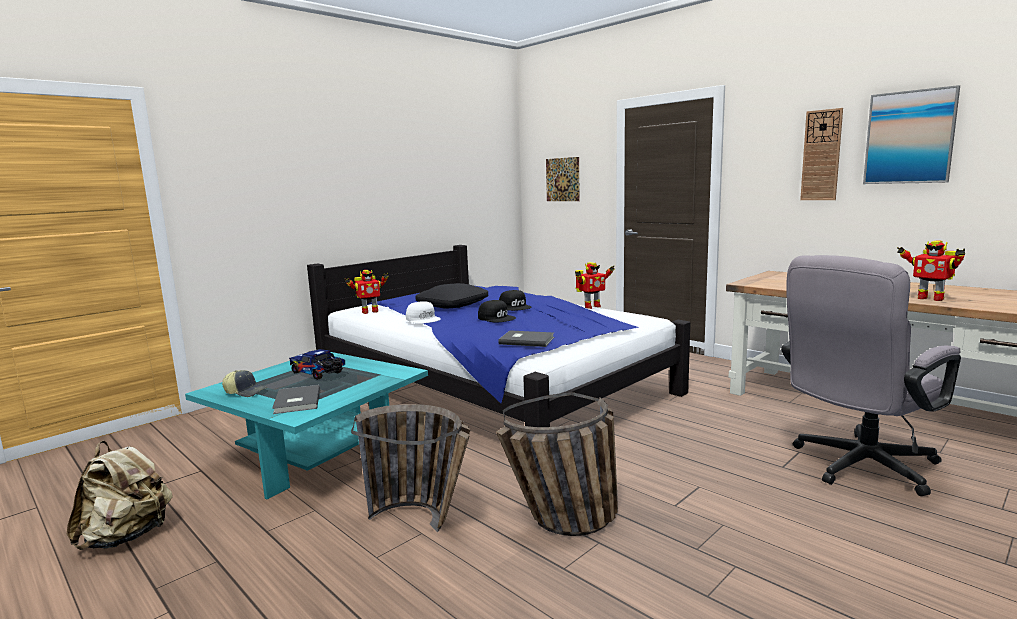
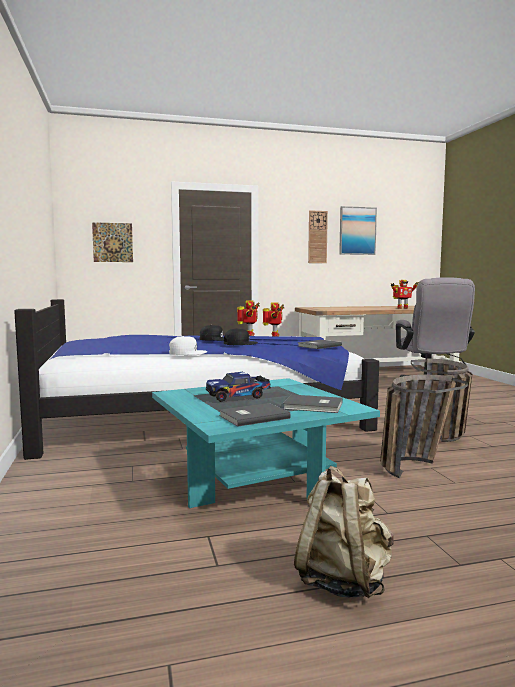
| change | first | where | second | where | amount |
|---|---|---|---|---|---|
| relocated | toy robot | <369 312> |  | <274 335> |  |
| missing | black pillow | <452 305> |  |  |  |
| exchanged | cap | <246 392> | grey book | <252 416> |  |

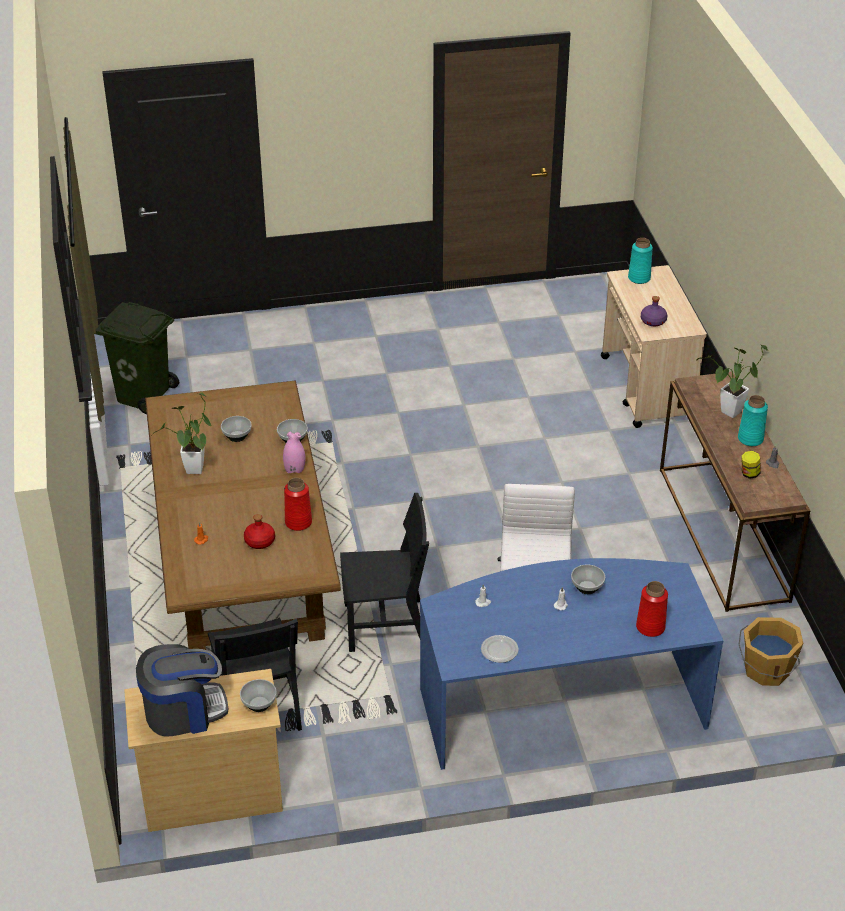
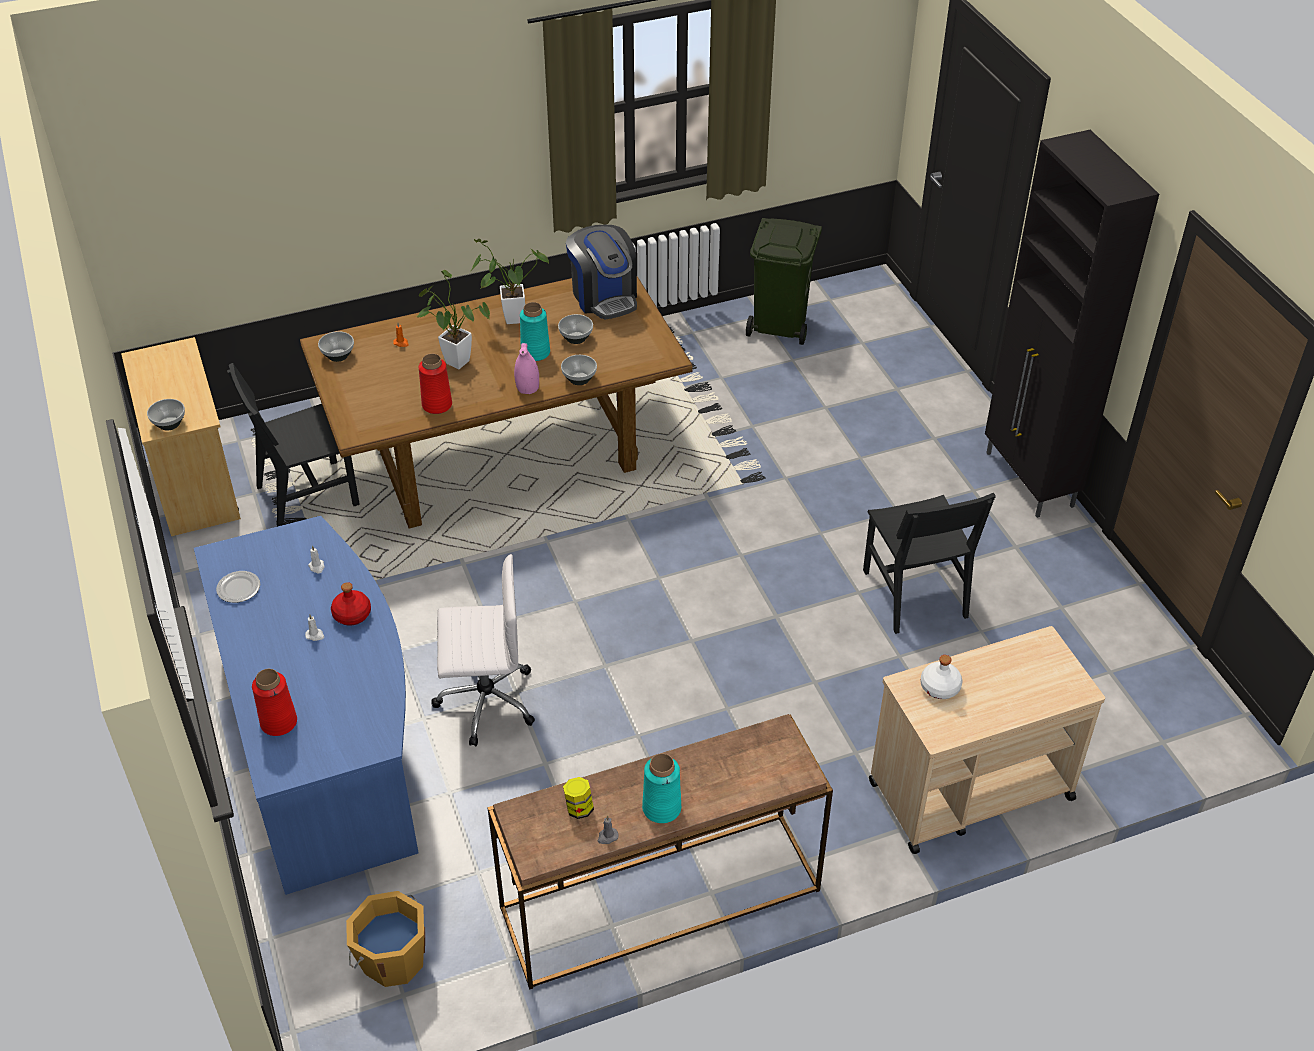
| change | first | where | second | where | amount |
|---|---|---|---|---|---|
| relocated | turquoise vase | <639 278> |  | <535 352> |  |
| colour | purple bottle | <653 321> | white bottle | <939 687> |  |
| relocated | potted plant | <728 414> |  | <453 360> |  |
| relocated | black chair | <385 626> |  | <914 594> |  |
| relocated | red bottle | <259 541> |  | <351 614> |  |
| relocated | bowl | <587 588> |  | <337 356> |  |
| relocated | coffee machine | <184 711> |  | <604 296> |  |
| appeared |  |  | black cabinet | <1029 480> |  |

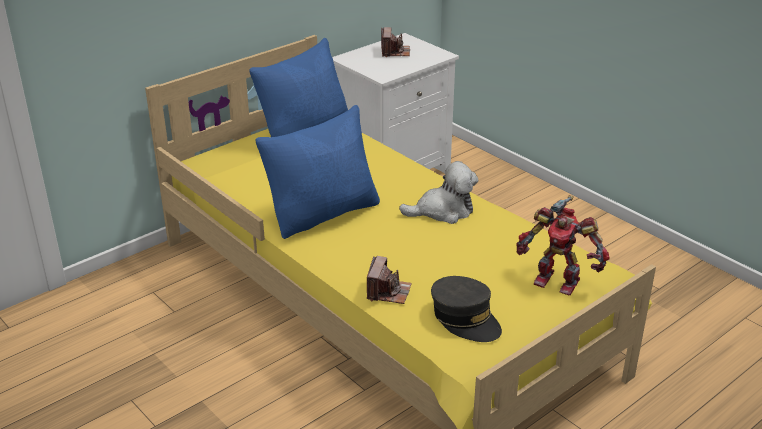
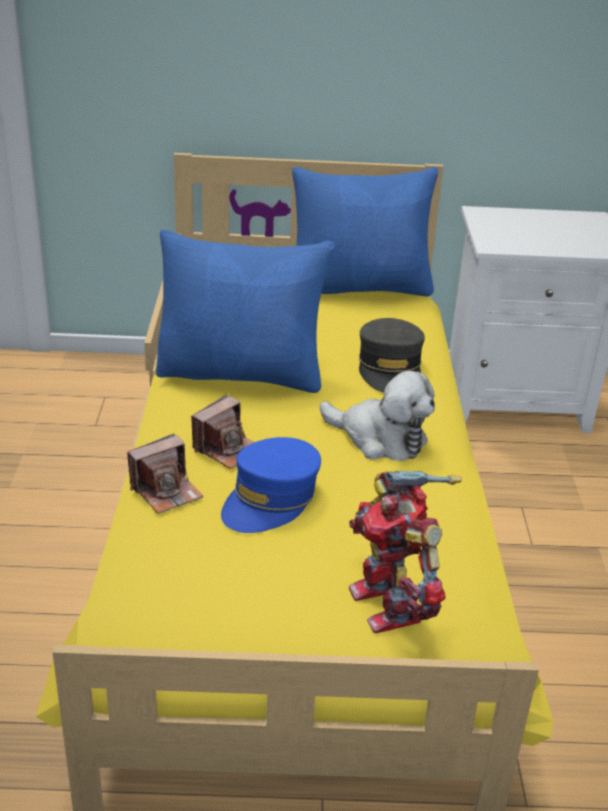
| change | first | where | second | where | amount |
|---|---|---|---|---|---|
| relocated | photo camera | <395 52> |  | <228 449> |  |
| relocated | grey cap | <465 319> |  | <390 368> |  |
| appeared |  |  | blue cap | <271 499> |  |

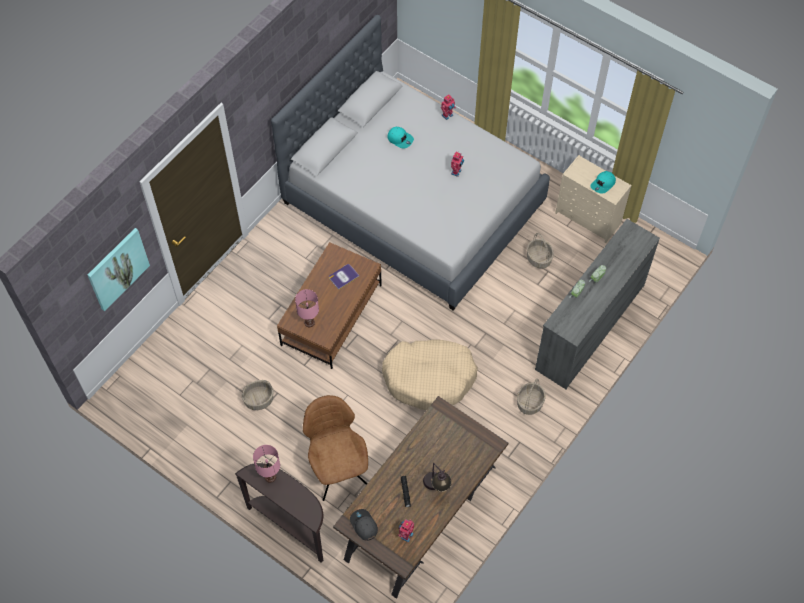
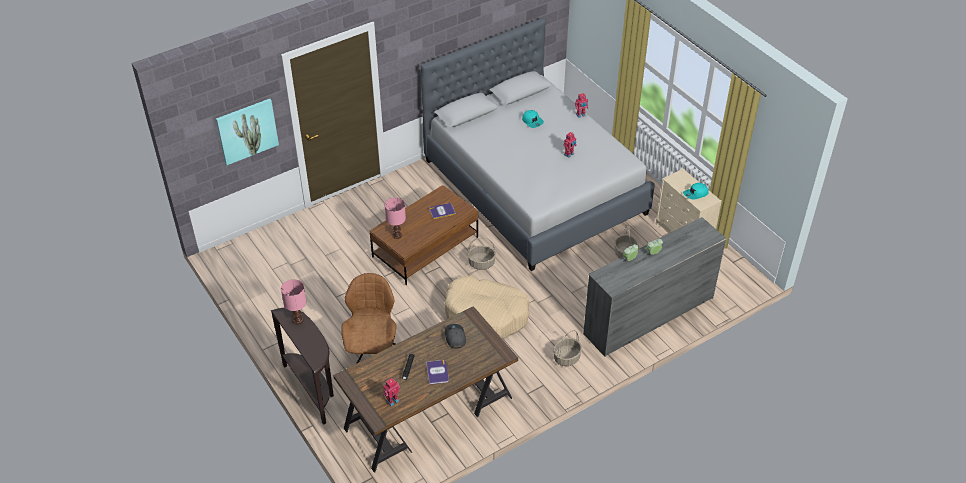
| change | first | where | second | where | amount |
|---|---|---|---|---|---|
| relocated | basket | <258 400> |  | <481 263> |  |
| exchanged | table lamp | <436 487> | book | <437 372> |  |
| relocated | grey cap | <363 525> |  | <455 337> |  |

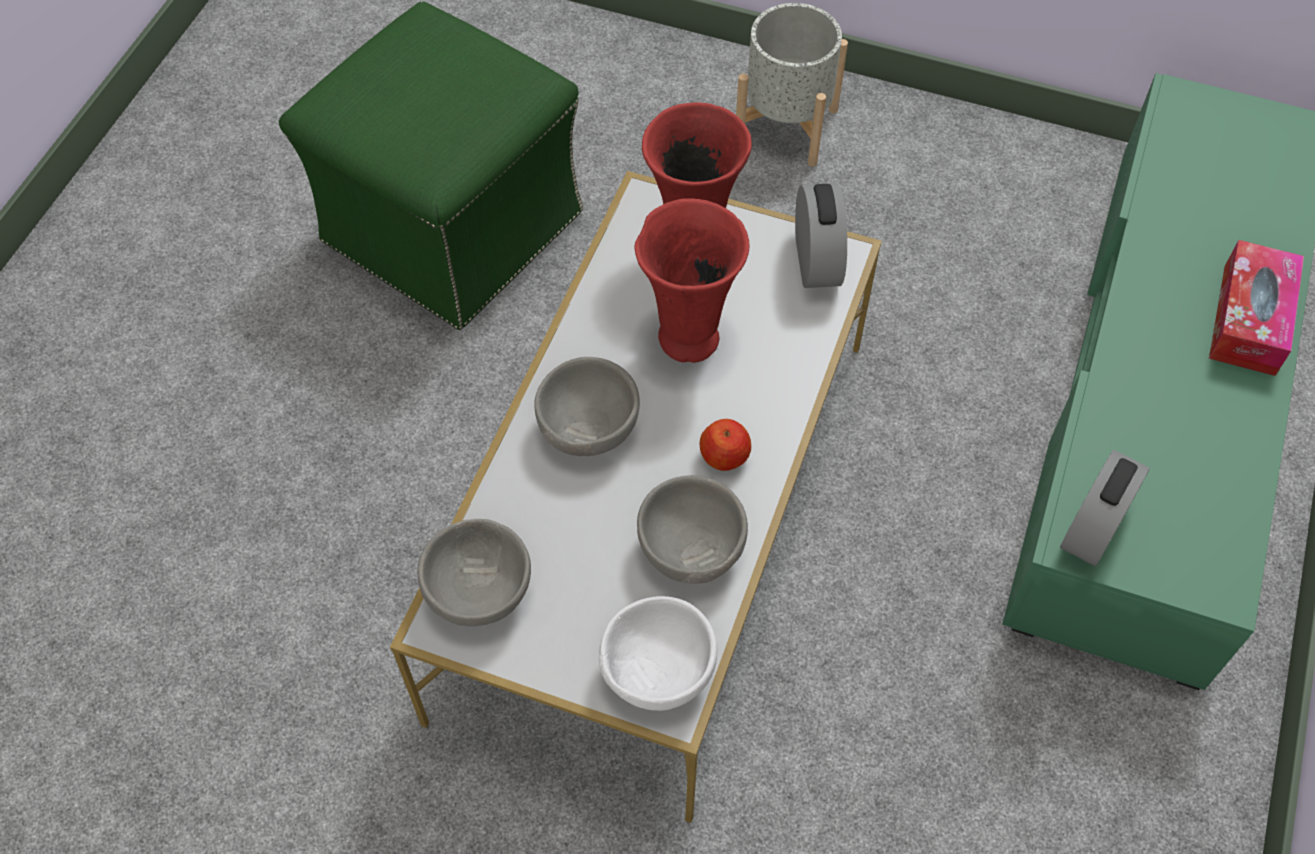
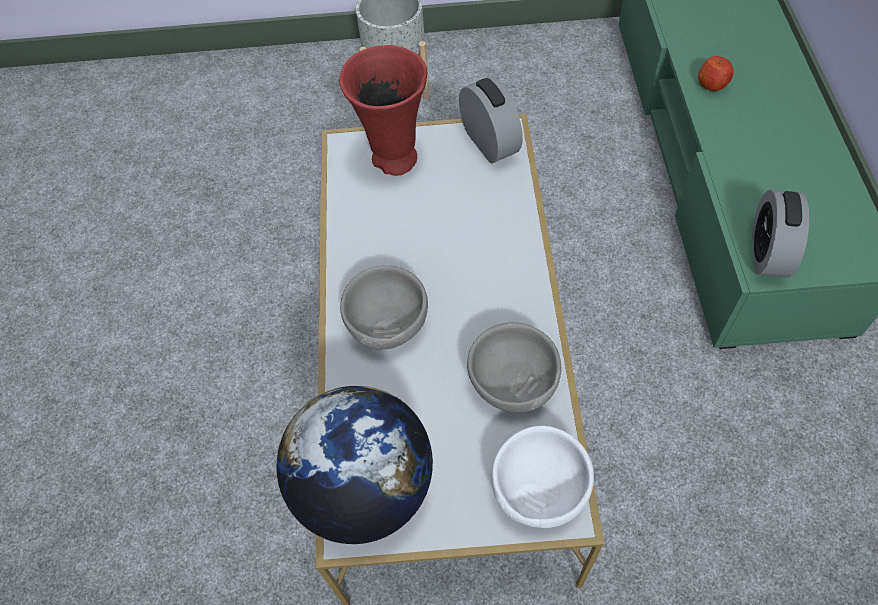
| change | first | where | second | where | amount |
|---|---|---|---|---|---|
| missing | green ottoman | <451 229> |  |  |  |
| missing | red vase | <688 335> |  |  |  |
| missing | tissue box | <1249 319> |  |  |  |
| relocated | apple | <725 456> |  | <712 84> |  |
| exchanged | grey bowl | <476 591> | globe | <364 488> |  |

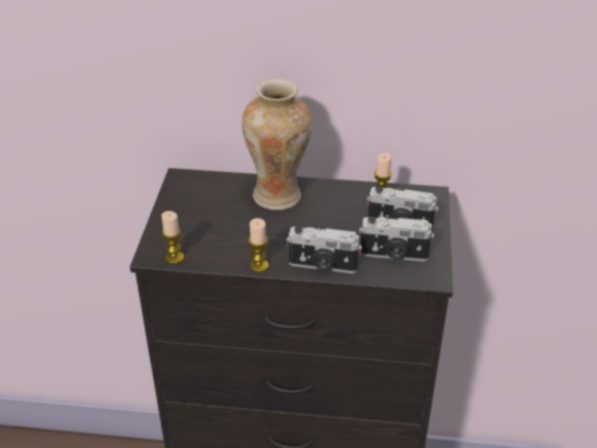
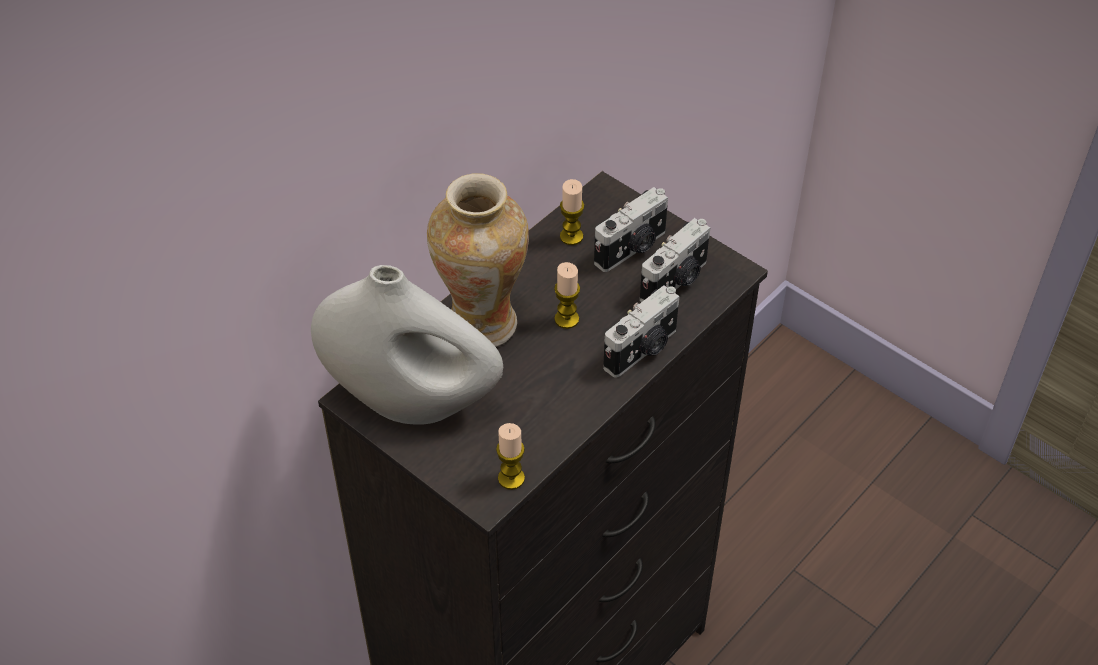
| change | first | where | second | where | amount |
|---|---|---|---|---|---|
| relocated | candle | <259 266> |  | <566 319> |  |
| appeared |  |  | white vase | <412 401> |  |

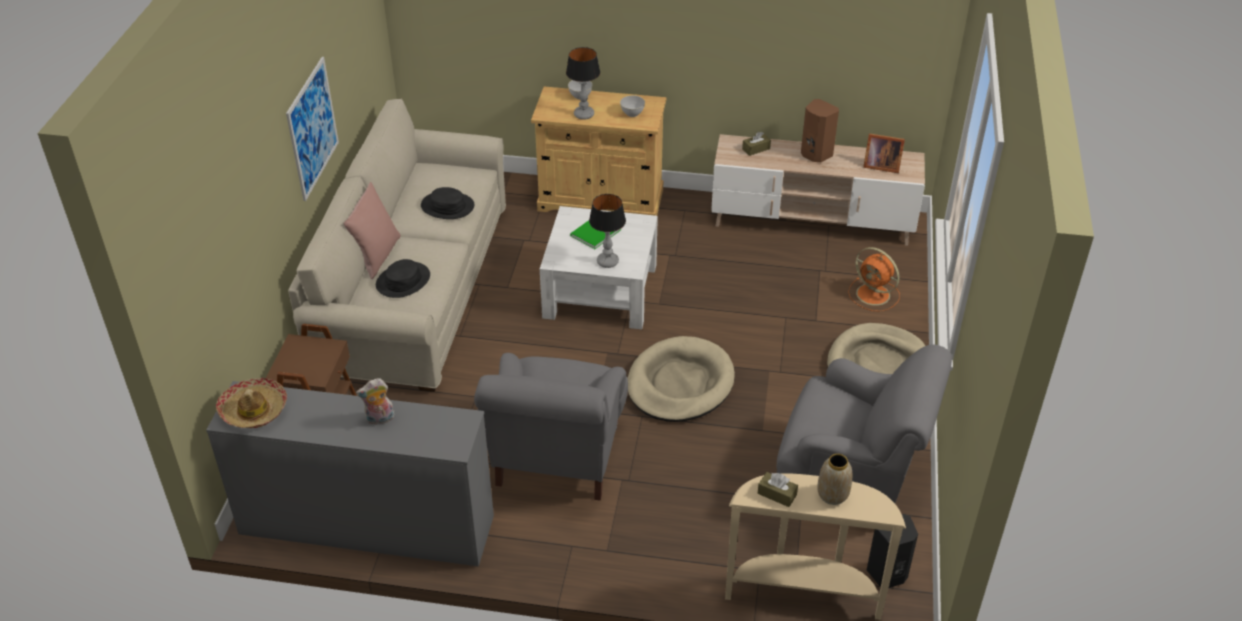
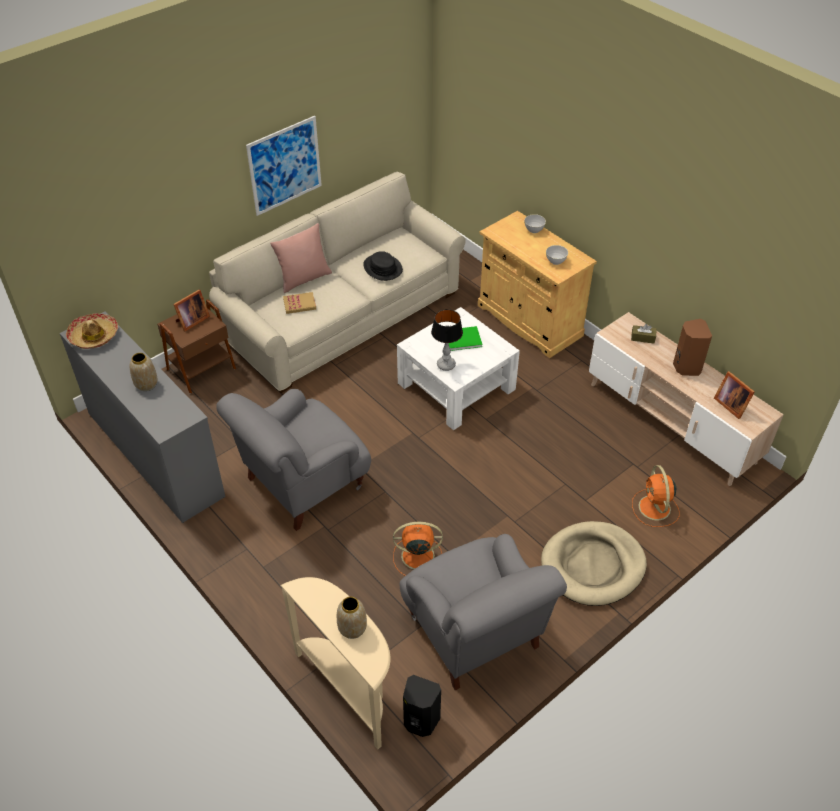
| change | first | where | second | where | amount |
|---|---|---|---|---|---|
| missing | table lamp | <583 114> |  |  |  |
| exchanged | black hat | <403 281> | book | <299 304> |  |
| missing | beige dog bed | <680 383> |  |  |  |
| exchanged | plush toy | <379 419> | vase | <147 384> |  |
| missing | brown tissue box | <777 494> |  |  |  |
| appeared |  |  | picture frame | <191 321> |  |
| appeared |  |  | orange fan | <416 556> |  |

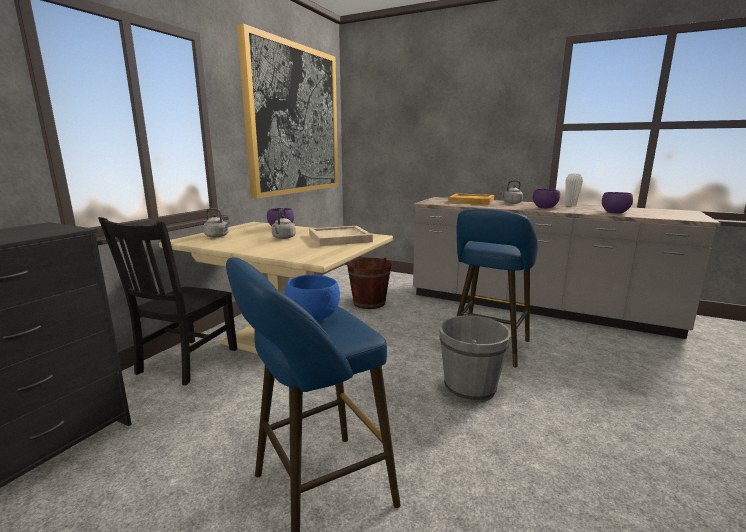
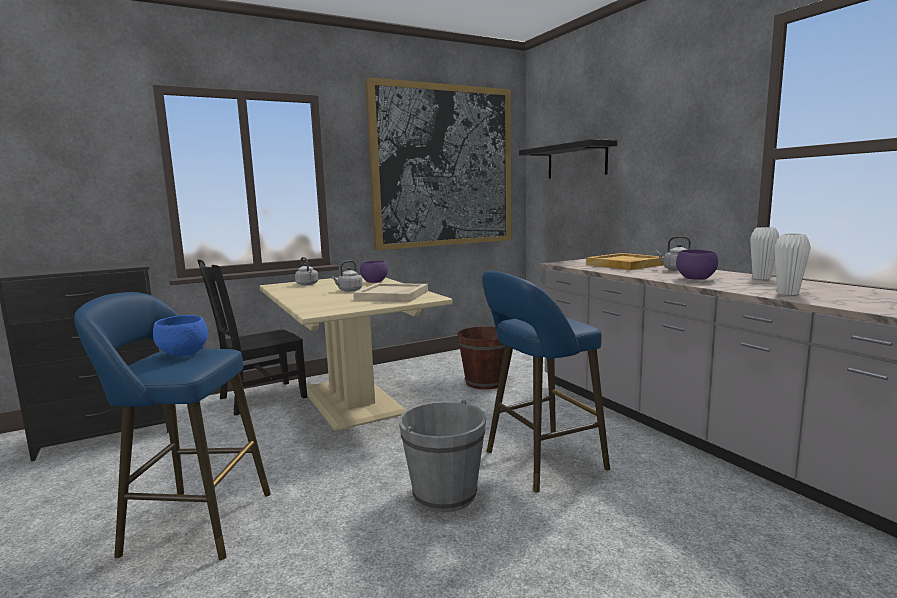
| change | first | where | second | where | amount |
|---|---|---|---|---|---|
| exchanged | purple bowl | <614 212> | white vase | <787 293> |  |
| appeared |  |  | black shelf | <576 161> |  |

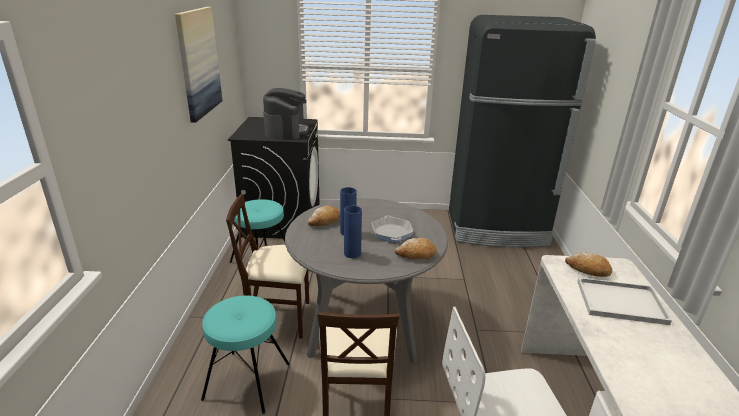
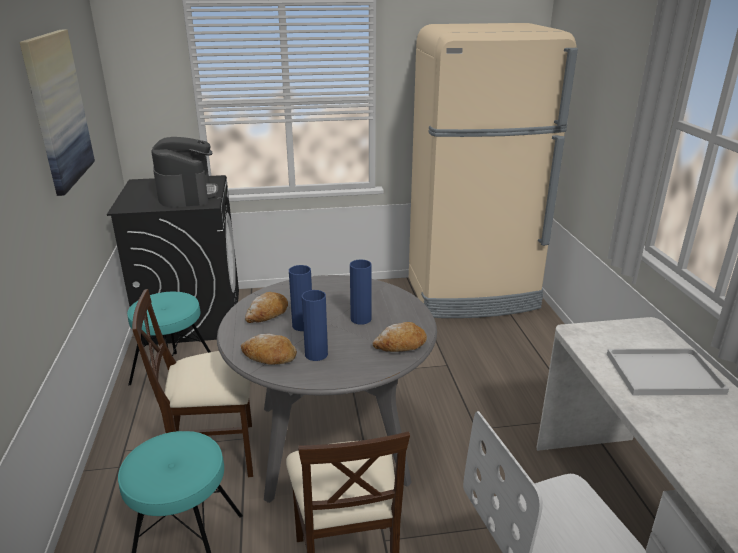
| change | first | where | second | where | amount |
|---|---|---|---|---|---|
| colour | black fridge | <497 228> | beige fridge | <472 294> |  |
| exchanged | frying pan | <391 232> | blue vase | <361 319> |  |
| relocated | bread | <588 270> |  | <269 357> |  |

